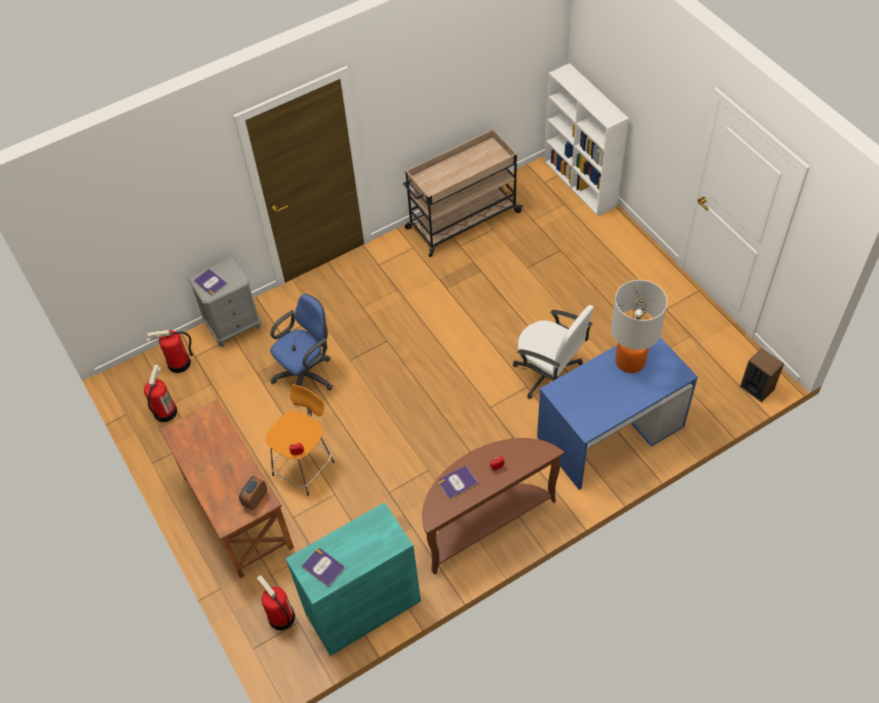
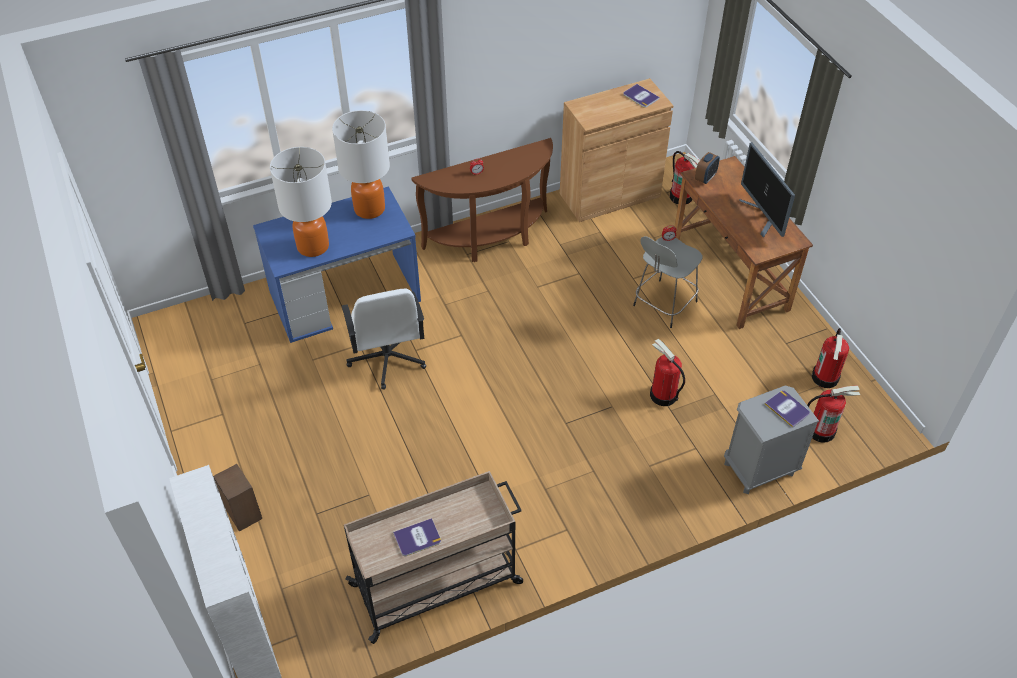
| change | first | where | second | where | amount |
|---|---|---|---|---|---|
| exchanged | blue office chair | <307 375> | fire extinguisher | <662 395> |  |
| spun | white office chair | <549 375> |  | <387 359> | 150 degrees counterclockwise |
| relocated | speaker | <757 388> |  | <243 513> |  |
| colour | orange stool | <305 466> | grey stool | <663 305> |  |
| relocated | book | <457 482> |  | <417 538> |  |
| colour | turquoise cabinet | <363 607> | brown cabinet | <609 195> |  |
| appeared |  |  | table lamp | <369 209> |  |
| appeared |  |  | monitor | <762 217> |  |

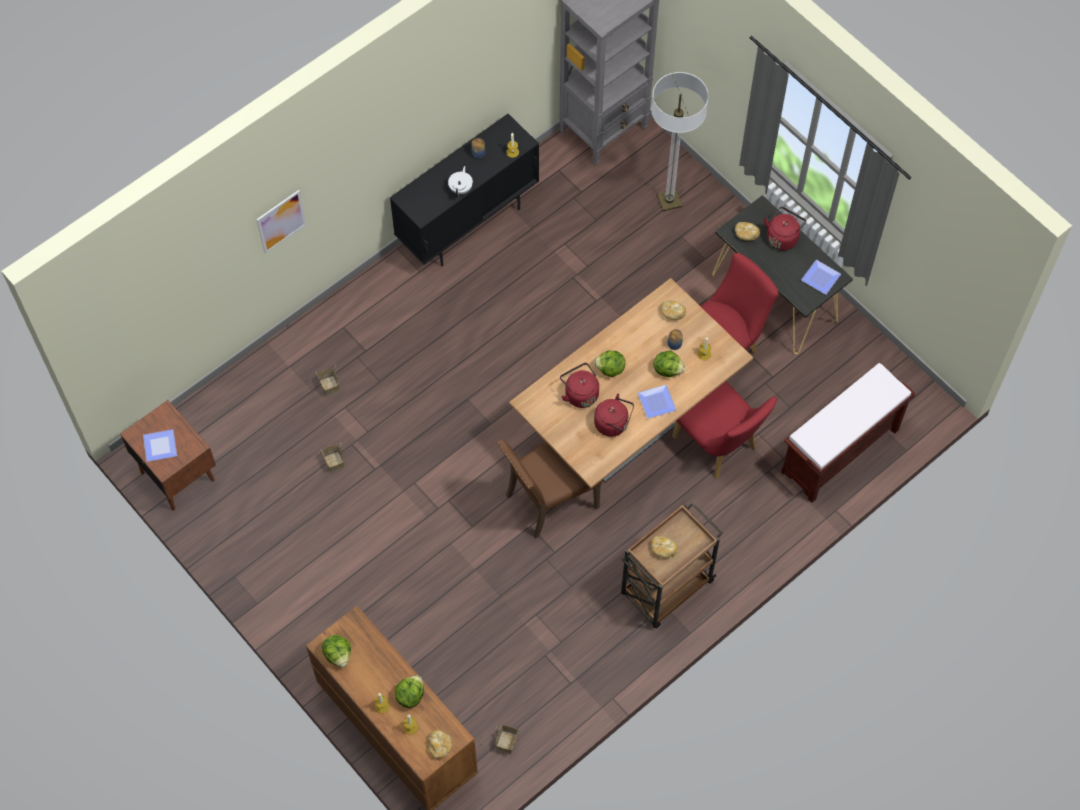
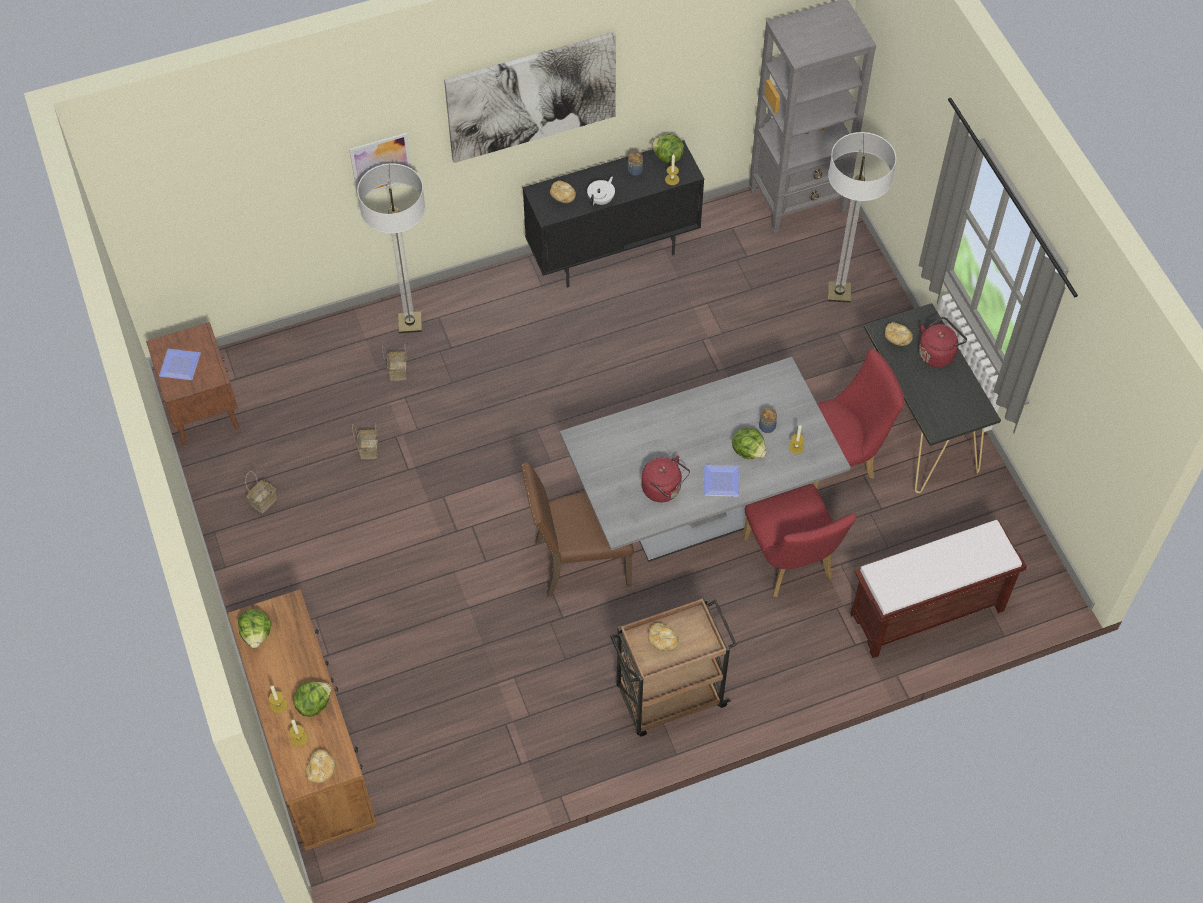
| change | first | where | second | where | amount |
|---|---|---|---|---|---|
| missing | plate | <819 278> |  |  |  |
| colour | brown dining table | <628 424> | grey dining table | <699 509> |  |
| relocated | bread | <672 313> |  | <562 196> |  |
| relocated | lettuce | <610 369> |  | <667 157> |  |
| missing | red kettle | <580 393> |  |  |  |
| relocated | basket | <507 743> |  | <263 502> |  |
| appeared |  |  | picture | <531 96> |  |
| appeared |  |  | floor lamp | <410 323> |  |

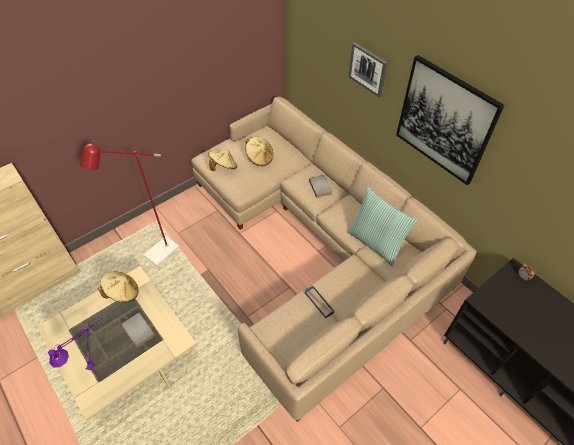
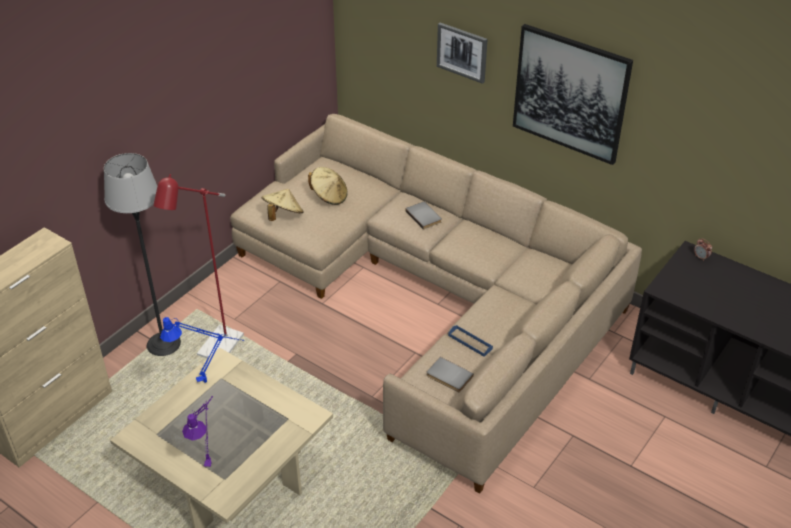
| change | first | where | second | where | amount |
|---|---|---|---|---|---|
| missing | pillow | <376 243> |  |  |  |
| exchanged | beige hat | <122 292> | blue table lamp | <210 381> |  |
| relocated | grey book | <137 331> |  | <448 377> |  |
| appeared |  |  | floor lamp | <163 344> |  |

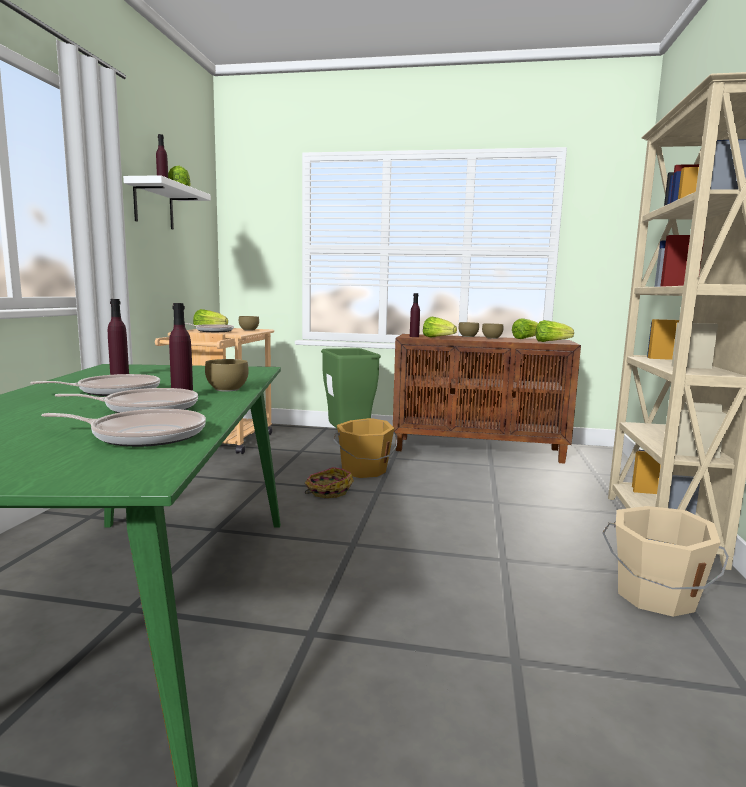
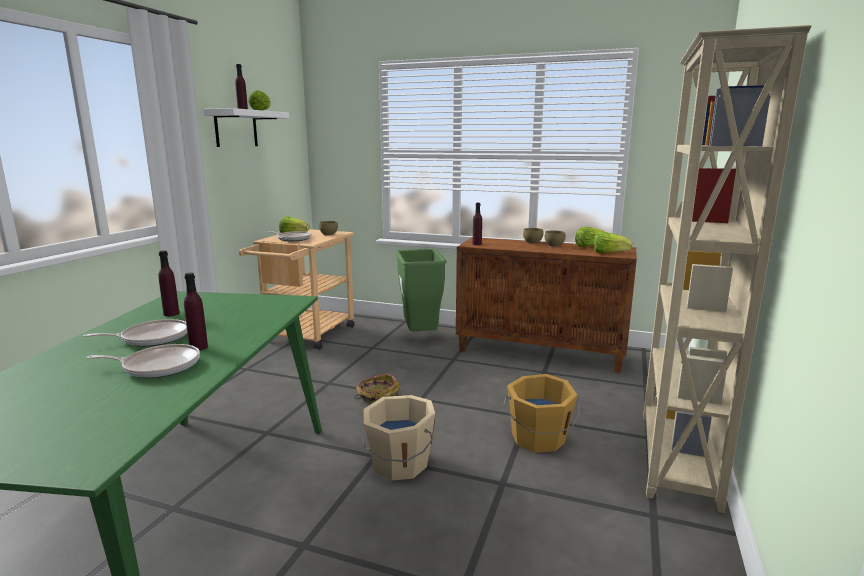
| change | first | where | second | where | amount |
|---|---|---|---|---|---|
| missing | lettuce | <438 338> |  |  |  |
| missing | brown bowl | <228 389> |  |  |  |
| missing | frying pan | <144 435> |  |  |  |
| relocated | orange bucket | <364 471> |  | <538 439> |  |
| relocated | beige bucket | <655 596> |  | <399 464> |  |

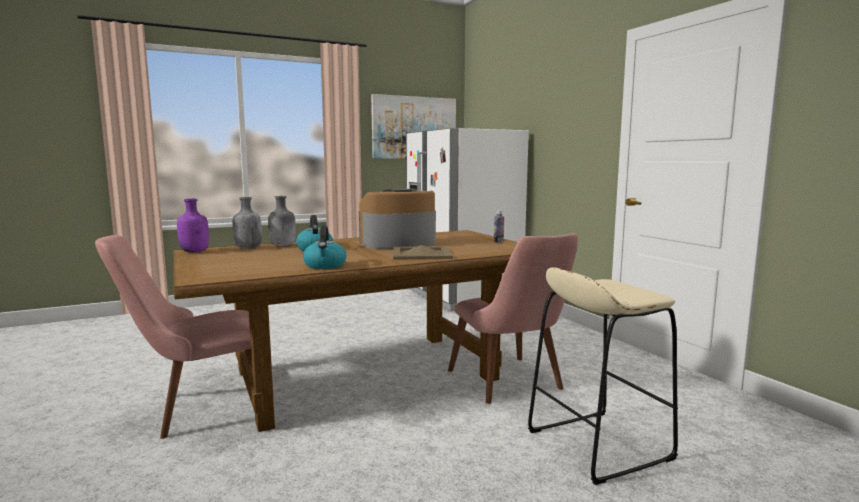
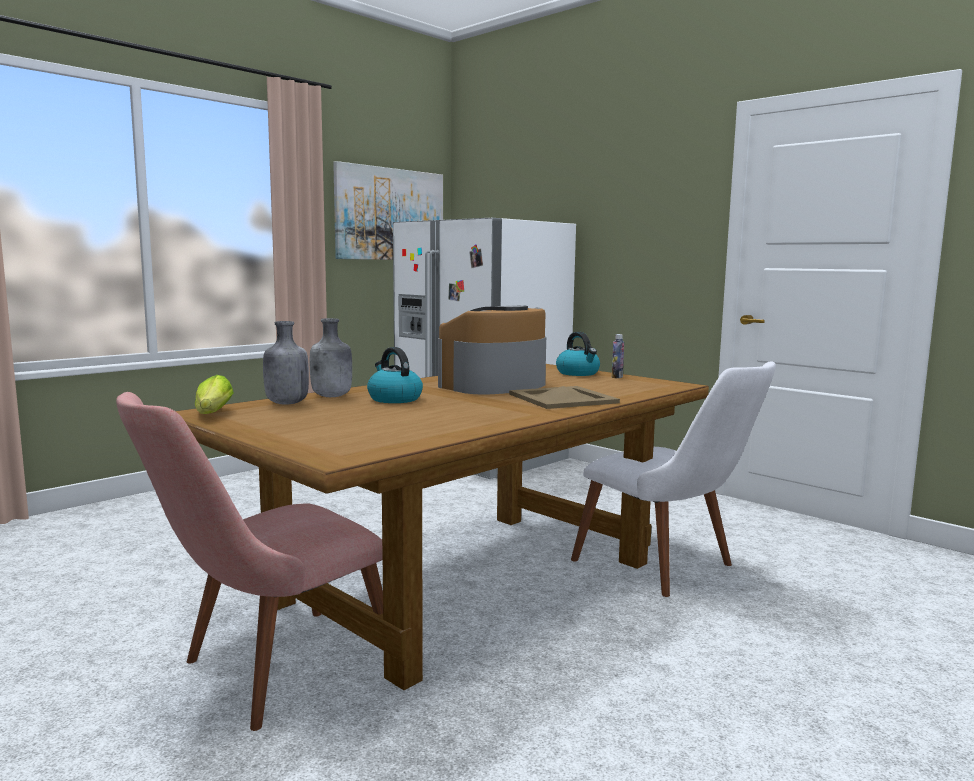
| change | first | where | second | where | amount |
|---|---|---|---|---|---|
| exchanged | purple bottle | <195 252> | lettuce | <212 414> |  |
| relocated | kettle | <325 265> |  | <578 373> |  |
| colour | pink chair | <512 385> | white chair | <669 568> |  |
| missing | beige stool | <598 444> |  |  |  |

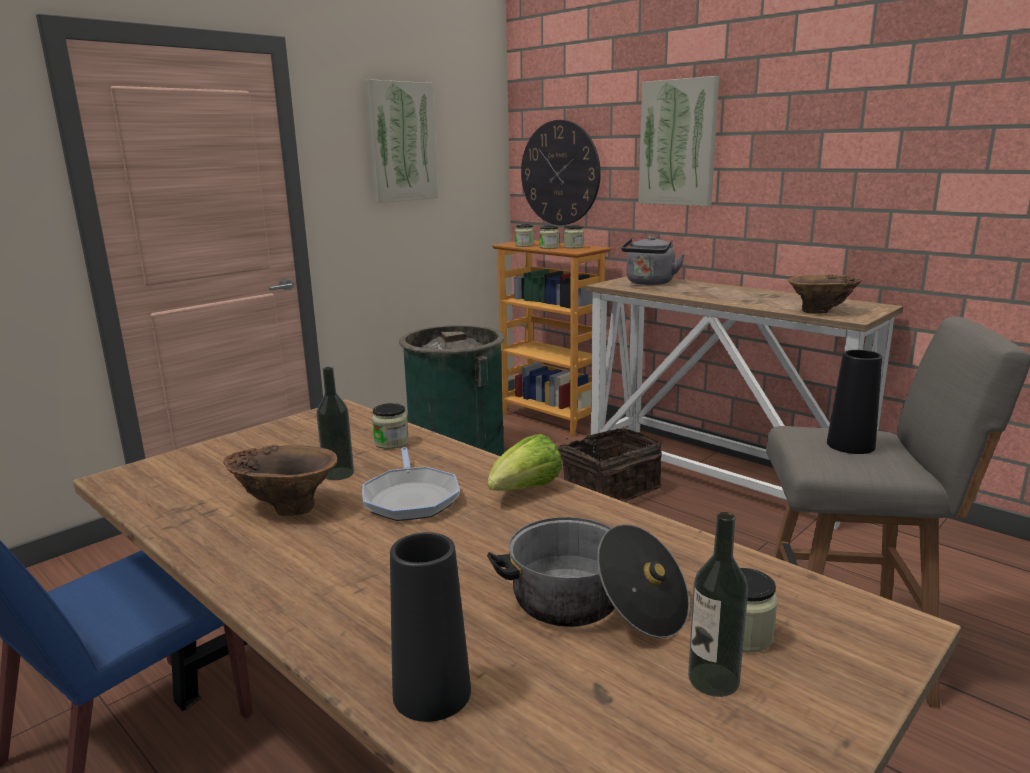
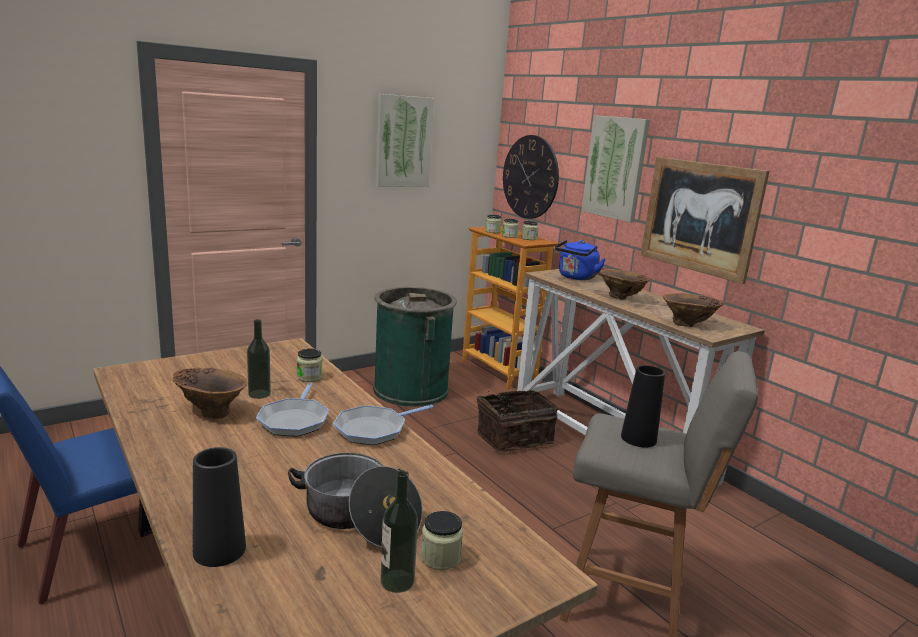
| change | first | where | second | where | amount |
|---|---|---|---|---|---|
| colour | grey kettle | <649 283> | blue kettle | <576 277> |  |
| exchanged | lettuce | <525 491> | frying pan | <374 429> |  |
| appeared |  |  | picture | <700 217> |  |
| appeared |  |  | brown vase | <621 298> |  |

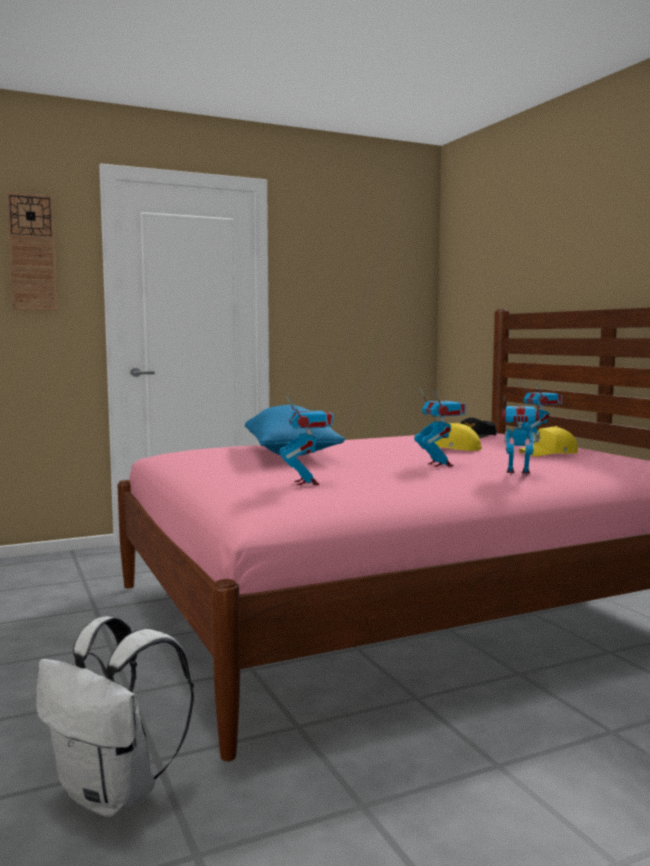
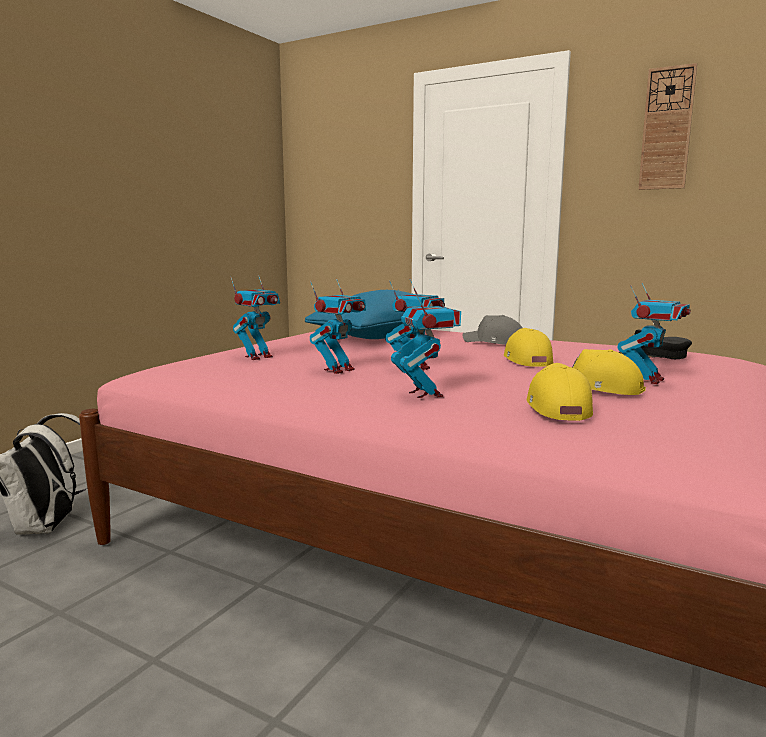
| change | first | where | second | where | amount |
|---|---|---|---|---|---|
| relocated | wall clock | <32 252> |  | <666 129> |  |
| appeared |  |  | toy robot | <338 370> |  |
| appeared |  |  | grey cap | <494 342> |  |
| appeared |  |  | yellow cap | <557 407> |  |

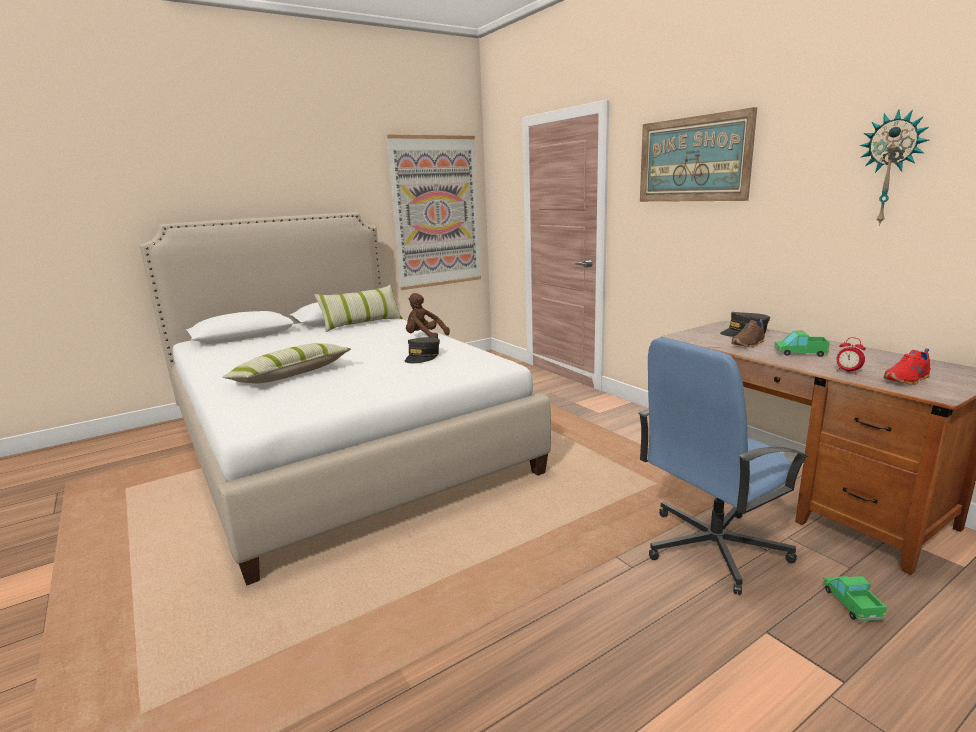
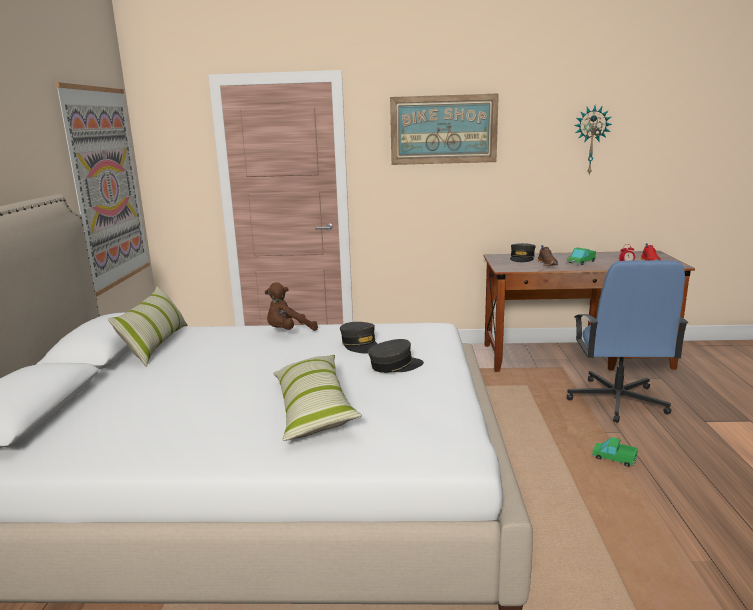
| change | first | where | second | where | amount |
|---|---|---|---|---|---|
| relocated | toy truck | <851 604> |  | <614 458> |  |
| appeared |  |  | grey cap | <395 365> |  |

